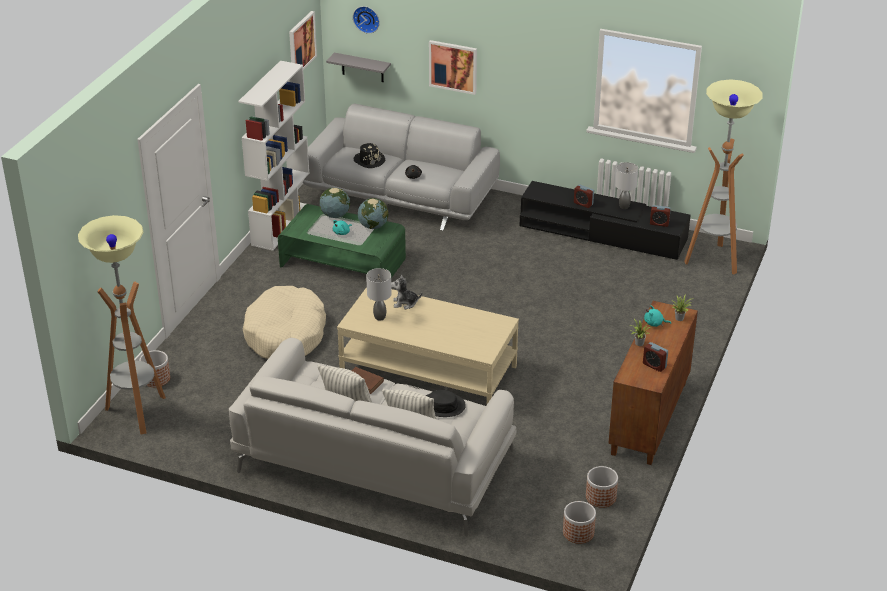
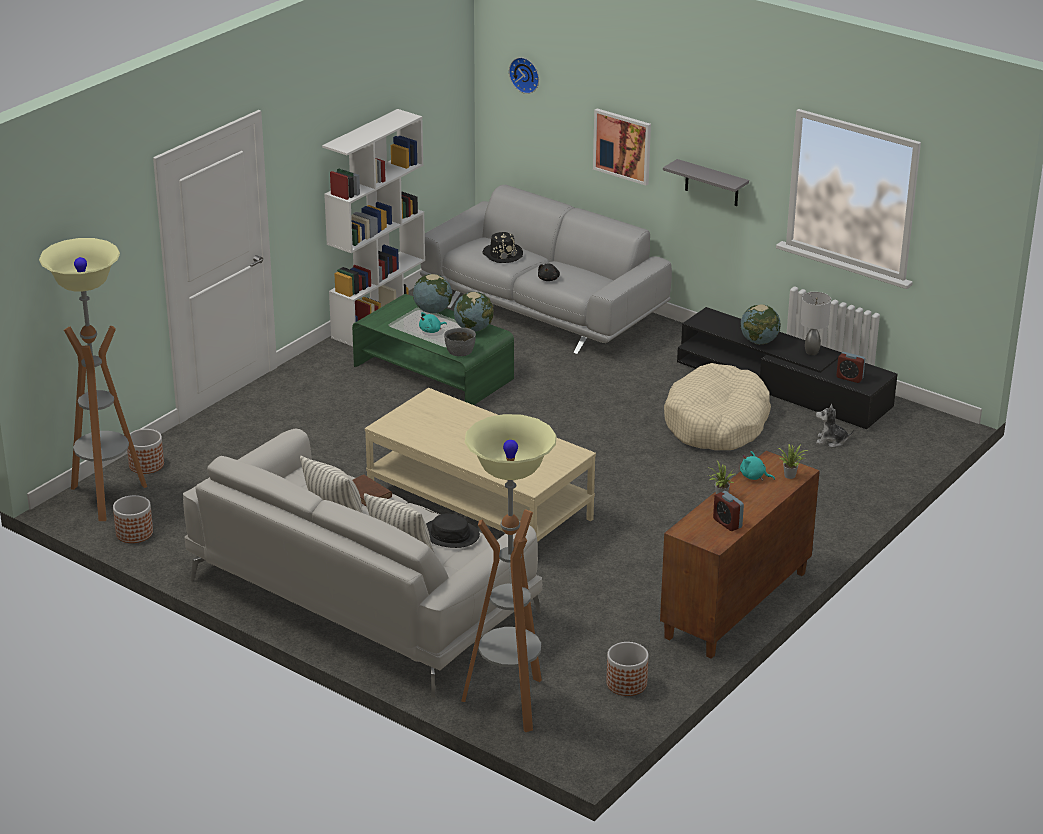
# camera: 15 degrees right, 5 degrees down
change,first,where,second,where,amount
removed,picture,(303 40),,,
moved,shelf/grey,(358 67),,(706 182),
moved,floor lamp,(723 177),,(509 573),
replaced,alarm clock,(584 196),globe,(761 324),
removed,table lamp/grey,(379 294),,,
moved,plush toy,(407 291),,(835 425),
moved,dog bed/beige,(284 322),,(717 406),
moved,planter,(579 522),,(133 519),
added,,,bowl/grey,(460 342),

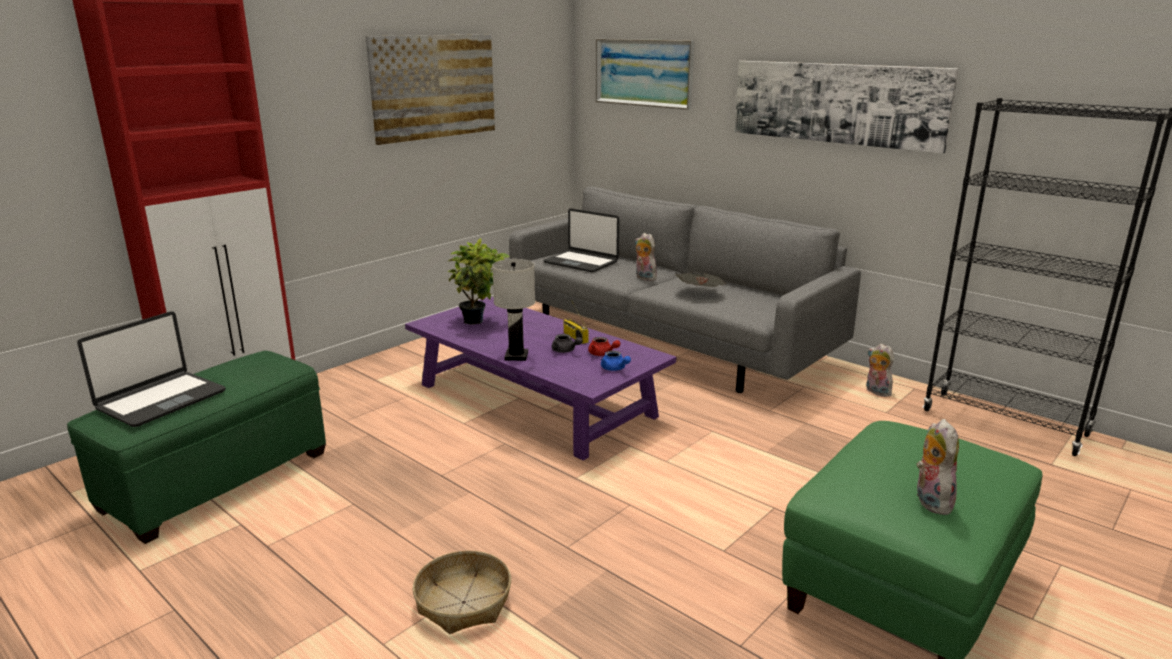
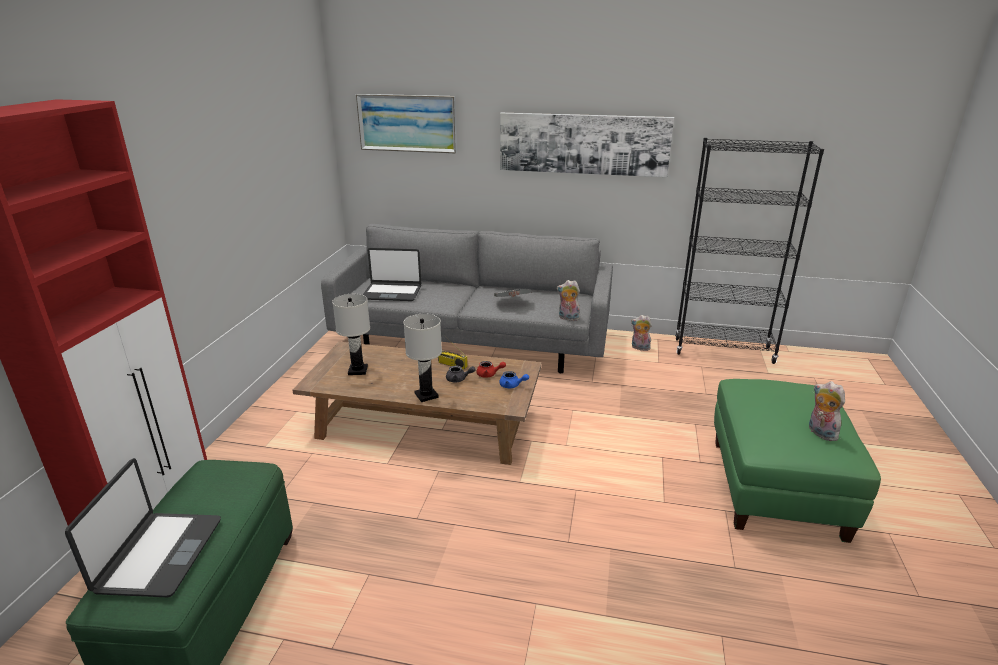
# camera: 30 degrees left, 5 degrees up
change,first,where,second,where,amount
removed,picture,(430 89),,,
moved,plush toy,(646 257),,(568 300),
replaced,potted plant,(478 281),table lamp/white,(351 334),
recoloured,coffee table/purple,(540 378),coffee table/brown,(417 403),
removed,basket,(462 592),,,

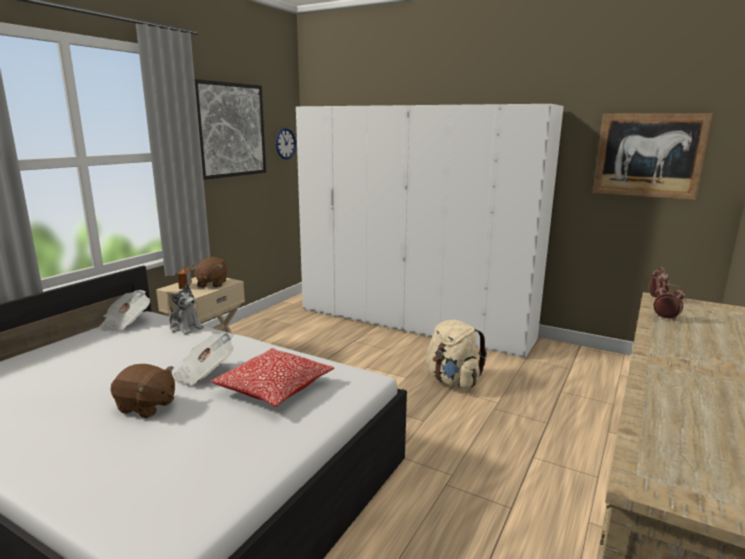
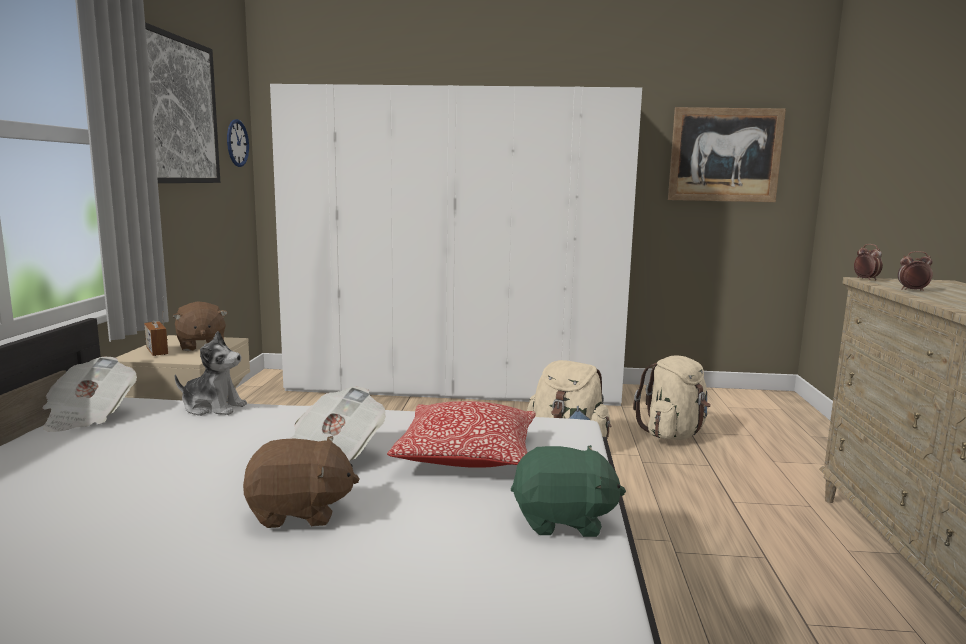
# camera: 25 degrees left, 5 degrees down
change,first,where,second,where,amount
added,,,backpack/beige,(672 397),
added,,,plush toy/green,(568 491),

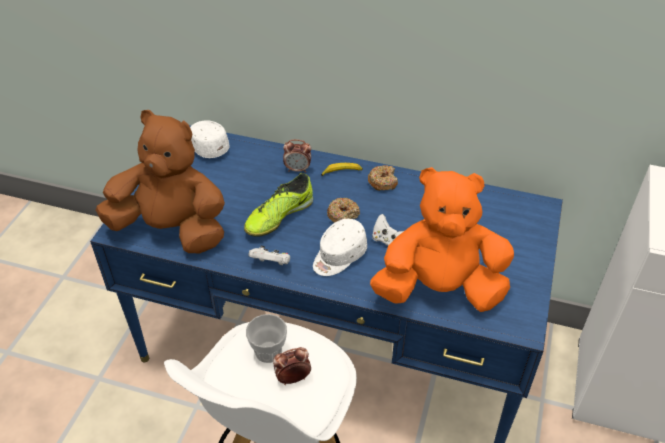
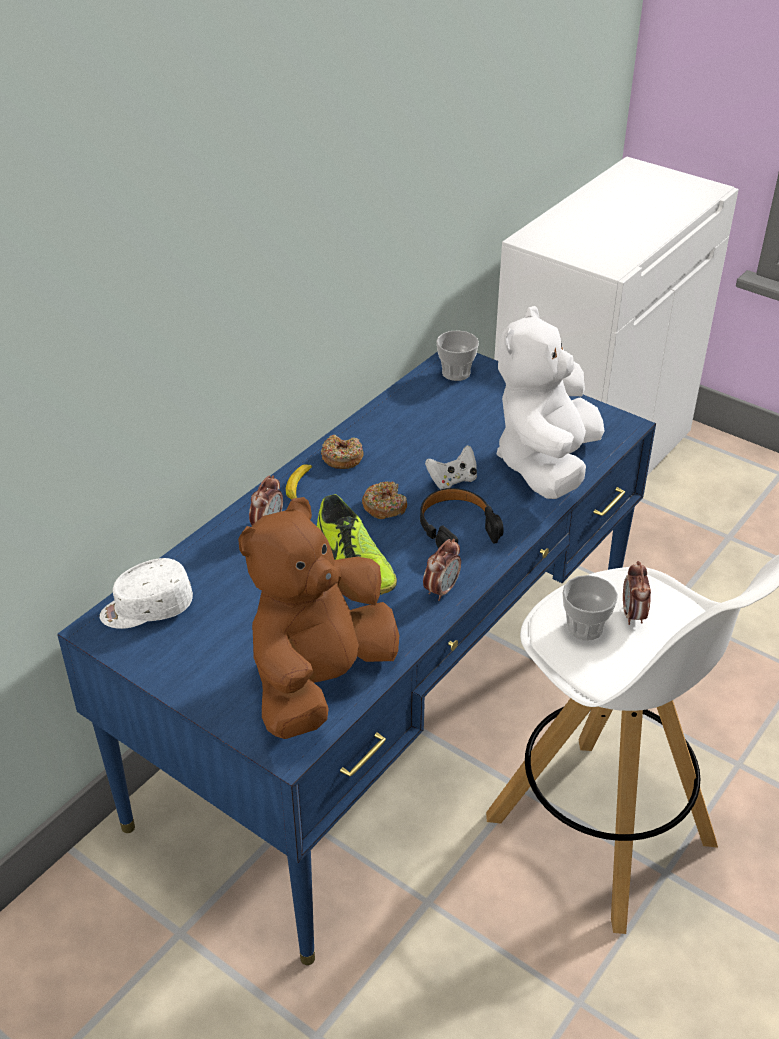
# camera: 70 degrees left, 5 degrees down
change,first,where,second,where,amount
recoloured,plush toy/orange,(442 239),plush toy/white,(550 402),
replaced,cap/white,(340 247),headphones/black,(462 518),
replaced,game controller/white,(269 255),alarm clock,(442 570),
added,,,cup,(457 355),

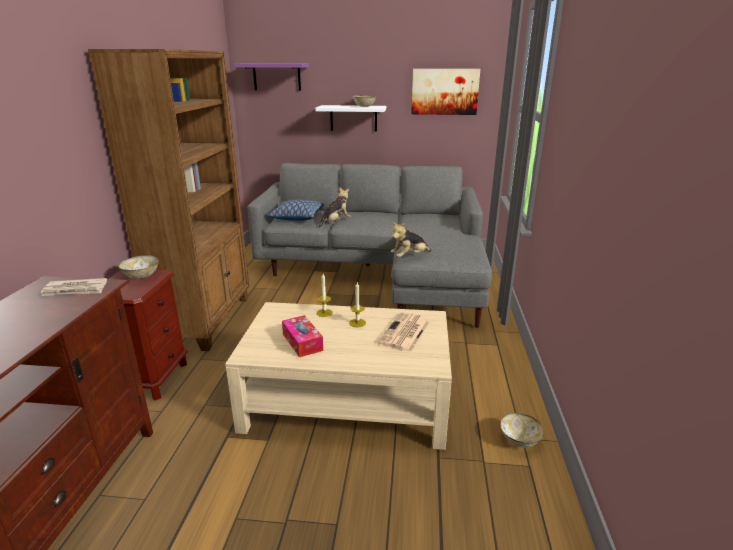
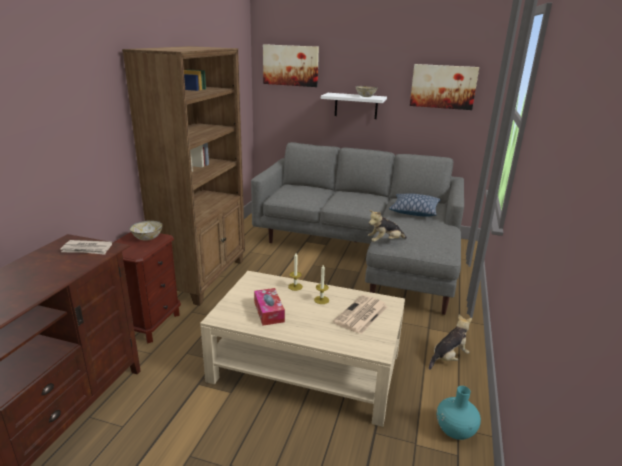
# camera: 10 degrees right, 0 degrees up
change,first,where,second,where,amount
replaced,shelf/purple,(271 77),picture,(291 65),
moved,plush toy,(335 207),,(450 342),
moved,pillow,(296 210),,(414 205),
replaced,bowl,(522 430),vase/turquoise,(459 413),

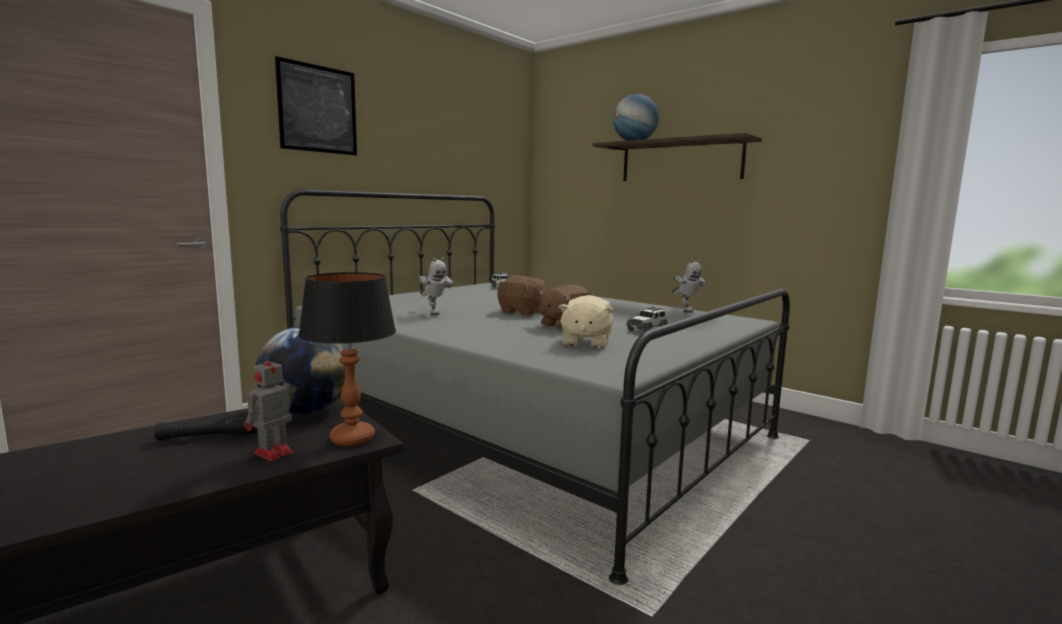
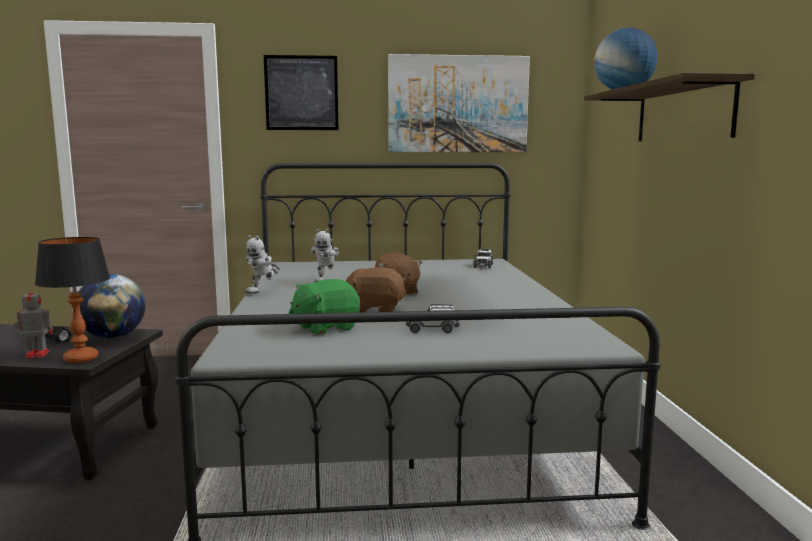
# camera: 45 degrees right, 0 degrees up
change,first,where,second,where,amount
moved,toy robot,(689 286),,(262 264),
recoloured,plush toy/beige,(586 322),plush toy/green,(324 307),
added,,,picture,(459 103),

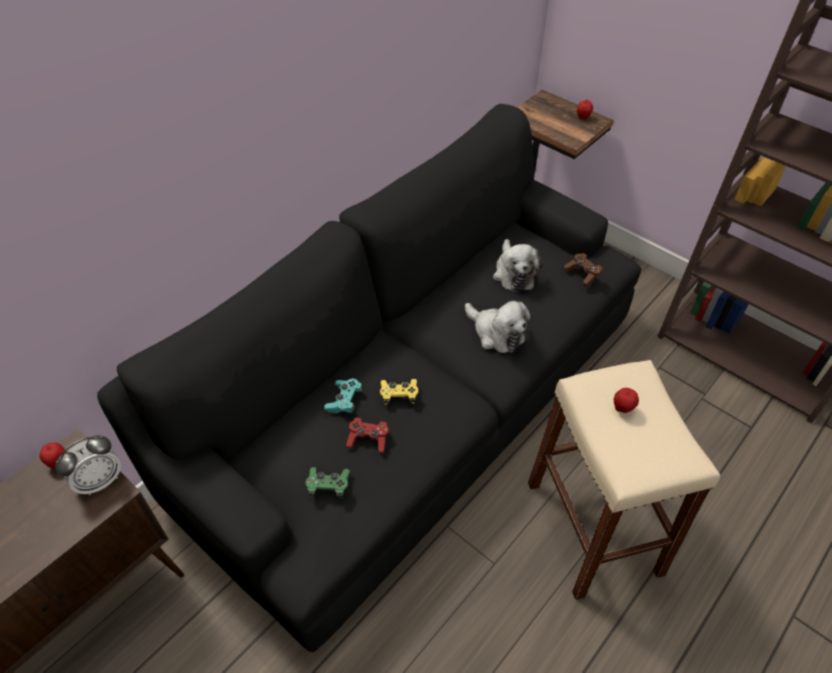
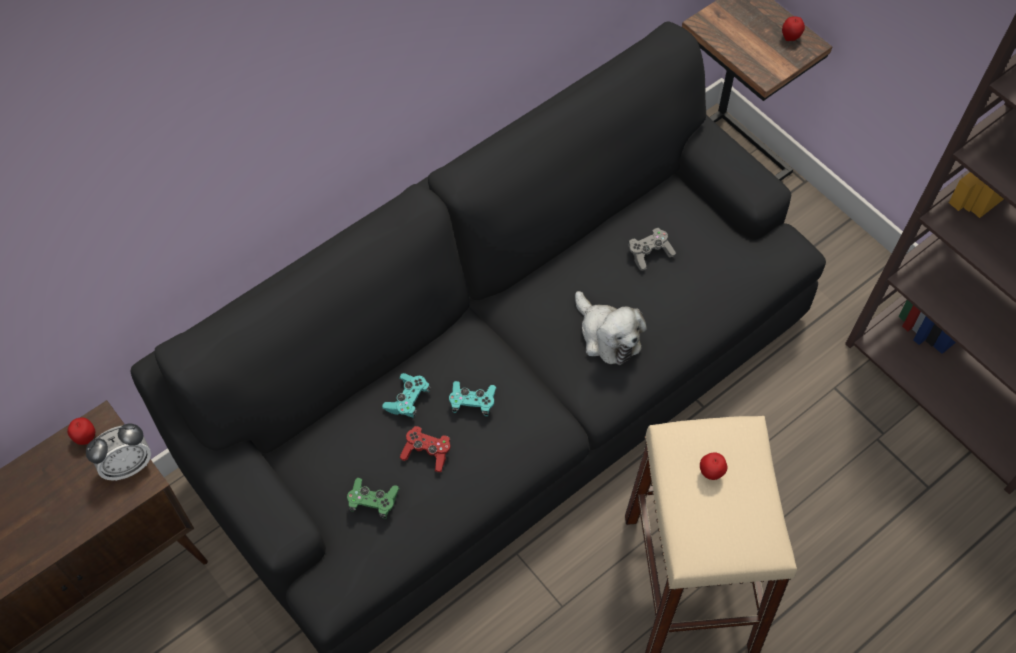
# camera: 10 degrees right, 10 degrees up
change,first,where,second,where,amount
replaced,plush toy,(518 265),game controller/grey,(652 249),
removed,game controller/brown,(583 270),,,
recoloured,game controller/yellow,(399 392),game controller/turquoise,(472 398),

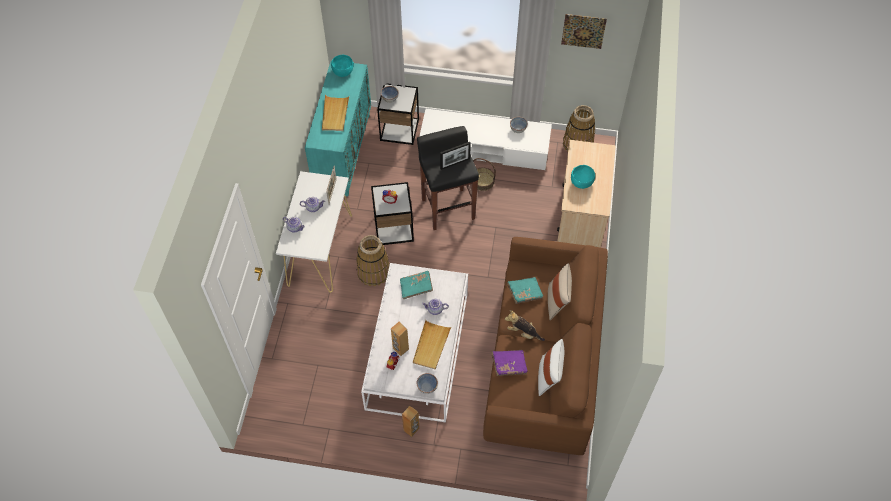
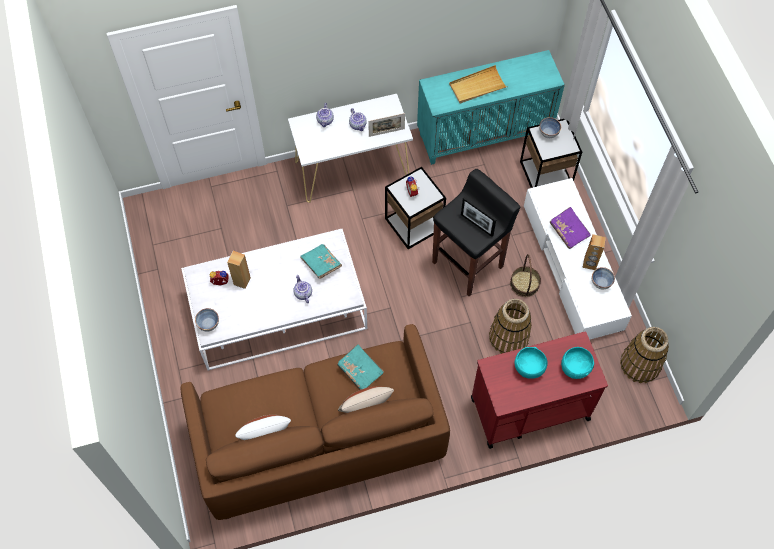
# camera: 65 degrees right, 5 degrees up
change,first,where,second,where,amount
removed,picture,(584 31),,,
moved,bowl/turquoise,(342 66),,(577 363),
recoloured,cart/beige,(586 194),cart/red,(539 390),
moved,basket,(373 261),,(510 326),
removed,plush toy,(525 325),,,
removed,tray/beige,(432 345),,,
moved,book/purple,(509 363),,(570 228),
moved,speaker/brown,(410 421),,(594 252),

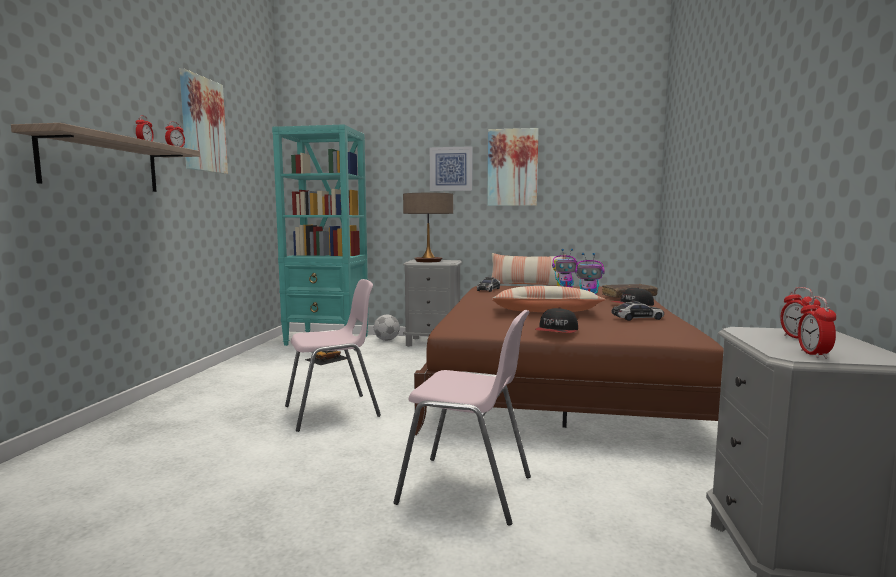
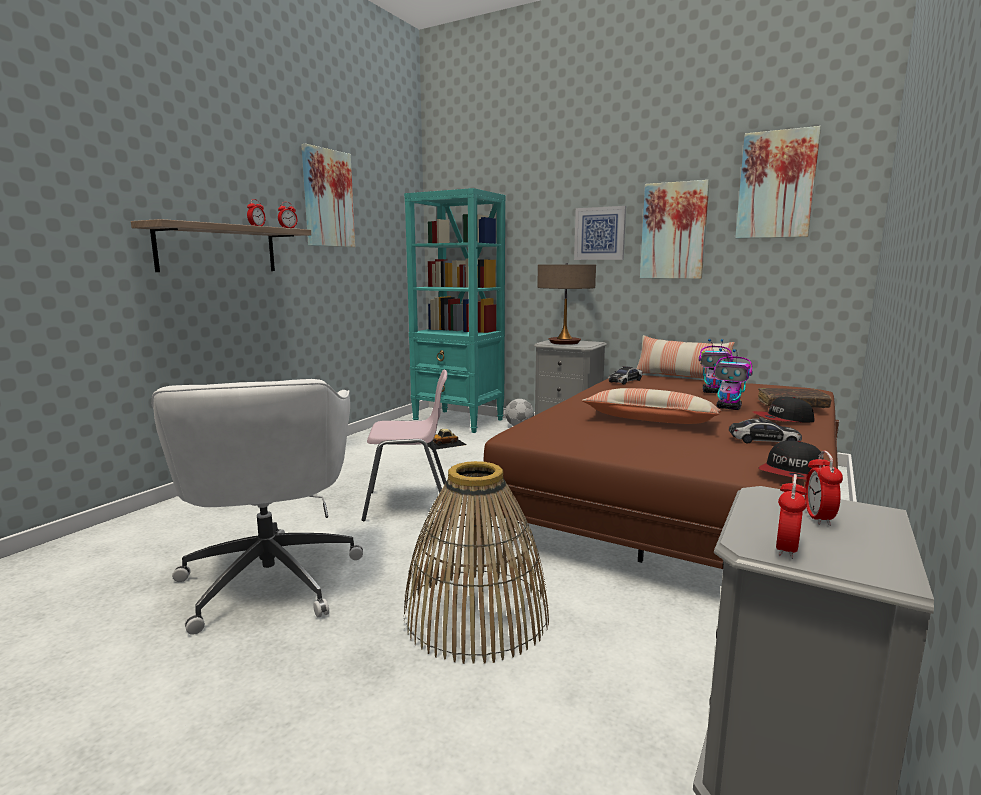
# camera: 20 degrees right, 5 degrees up
change,first,where,second,where,amount
moved,cap,(556 320),,(791 460),
replaced,chair/pink,(462 418),basket,(476 562),
added,,,picture,(778 182),
added,,,office chair/white,(257 507),

